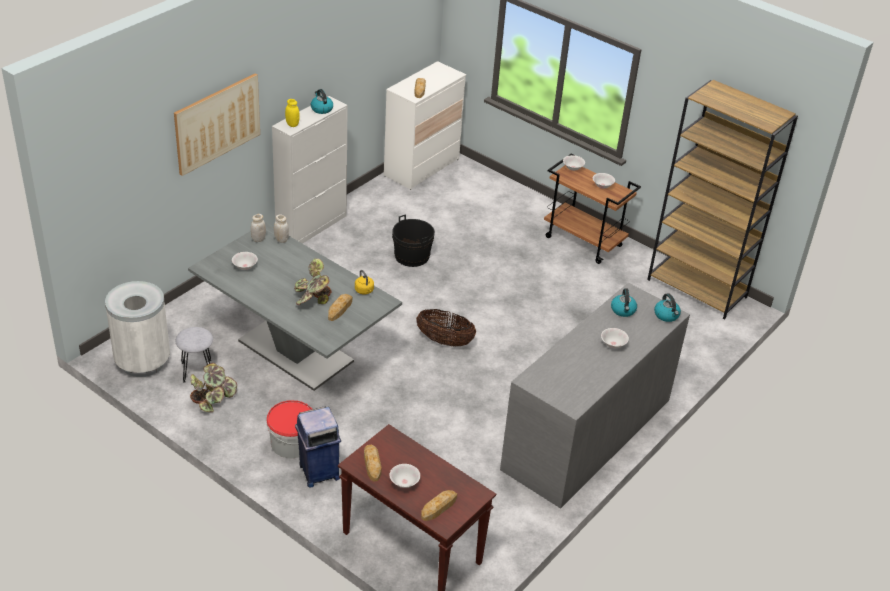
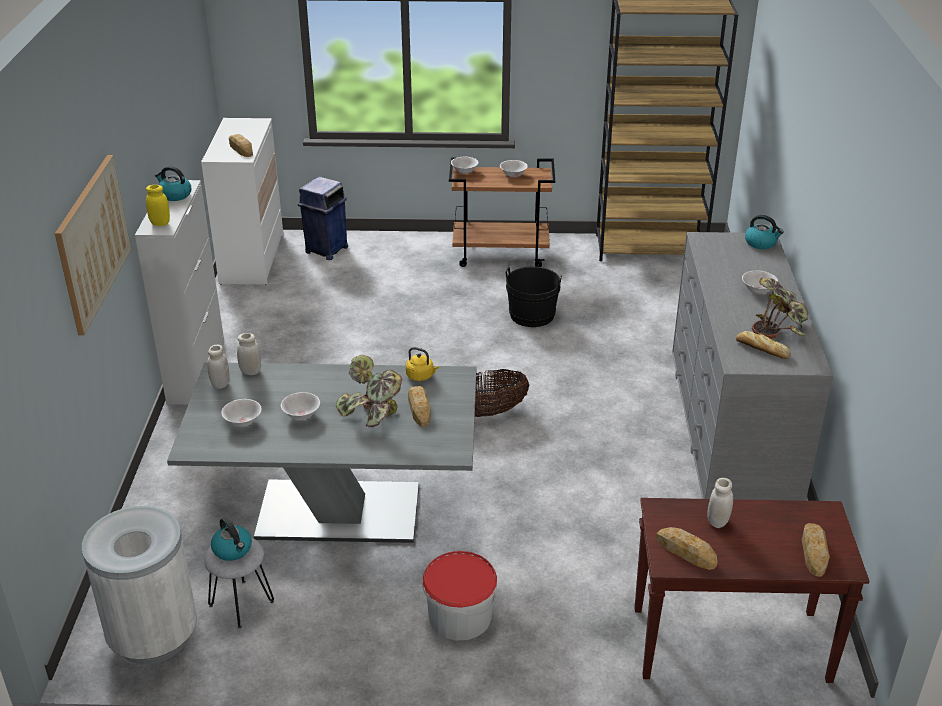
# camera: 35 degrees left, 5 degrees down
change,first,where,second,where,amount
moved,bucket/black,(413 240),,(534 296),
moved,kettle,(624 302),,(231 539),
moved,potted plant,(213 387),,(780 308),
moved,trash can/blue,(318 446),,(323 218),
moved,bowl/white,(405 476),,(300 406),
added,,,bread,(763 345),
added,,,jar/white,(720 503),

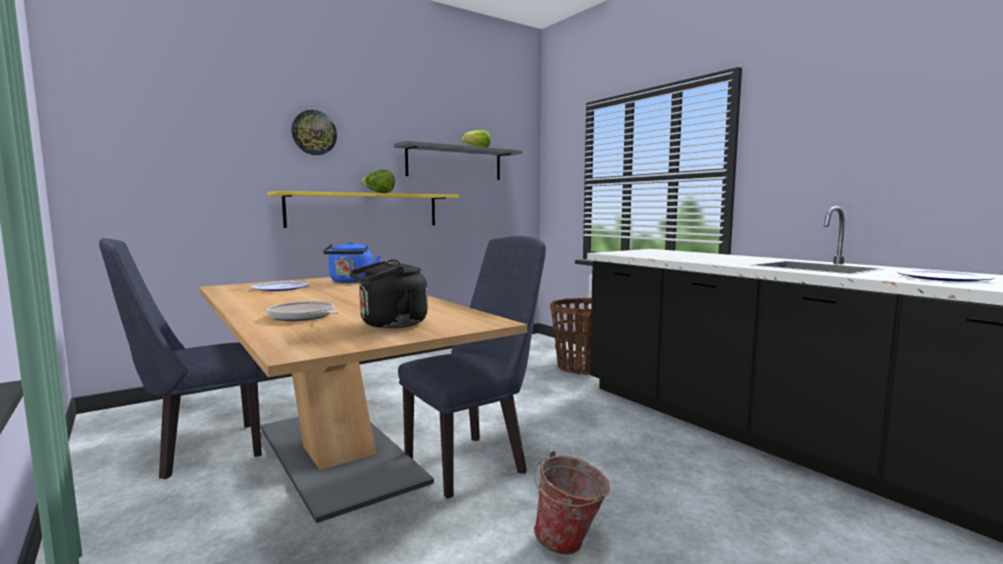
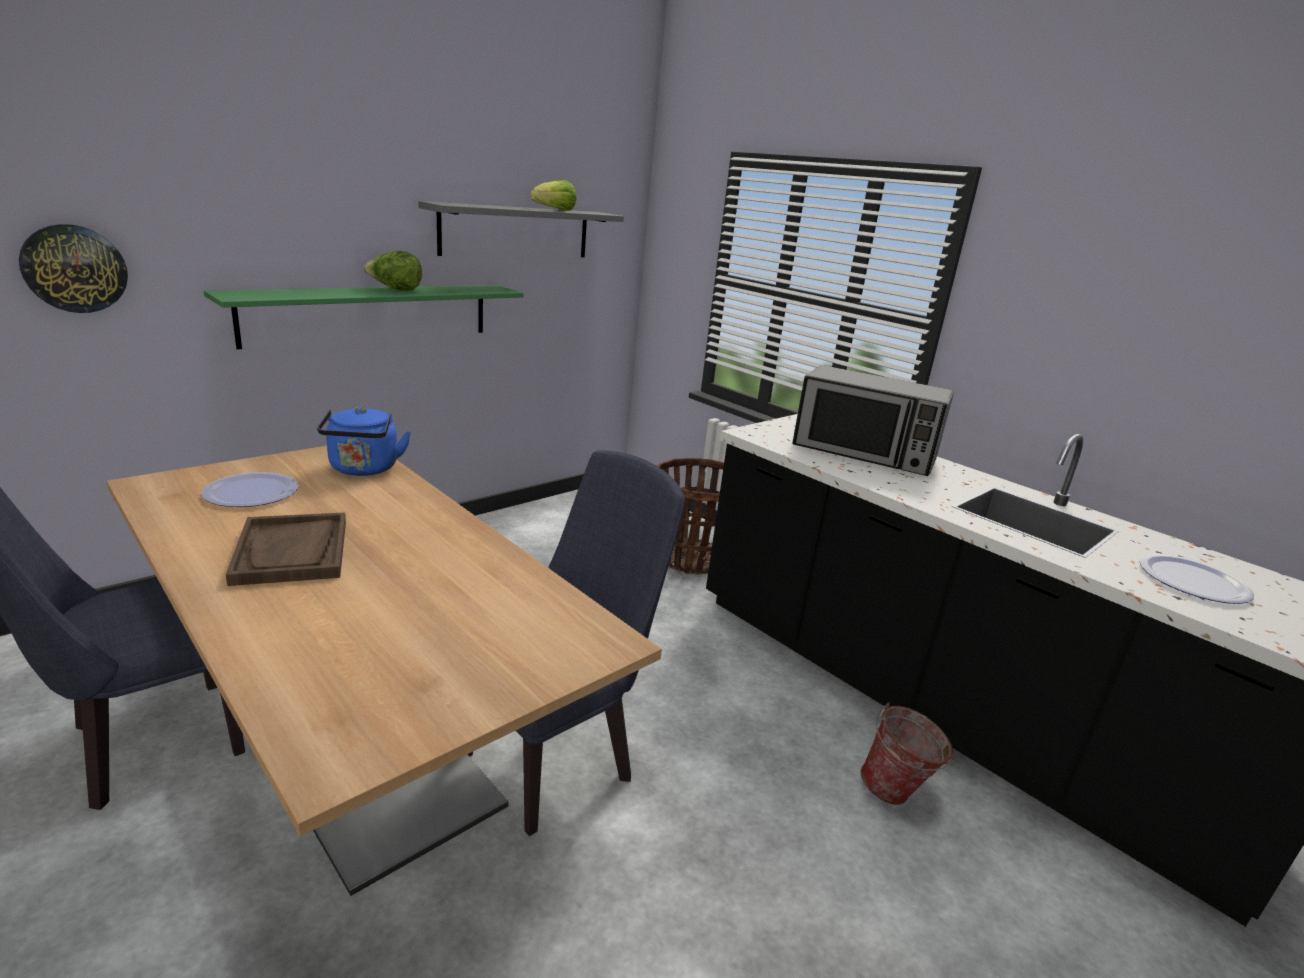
# camera: 10 degrees left, 15 degrees up
change,first,where,second,where,amount
moved,wall clock,(314 132),,(73 268),
recoloured,shelf/yellow,(363 209),shelf/green,(364 317),
removed,kettle/black,(388 293),,,
removed,frying pan,(302 311),,,
moved,bucket,(572 502),,(907 754),
added,,,microwave,(873 420),
added,,,tray/brown,(286 549),

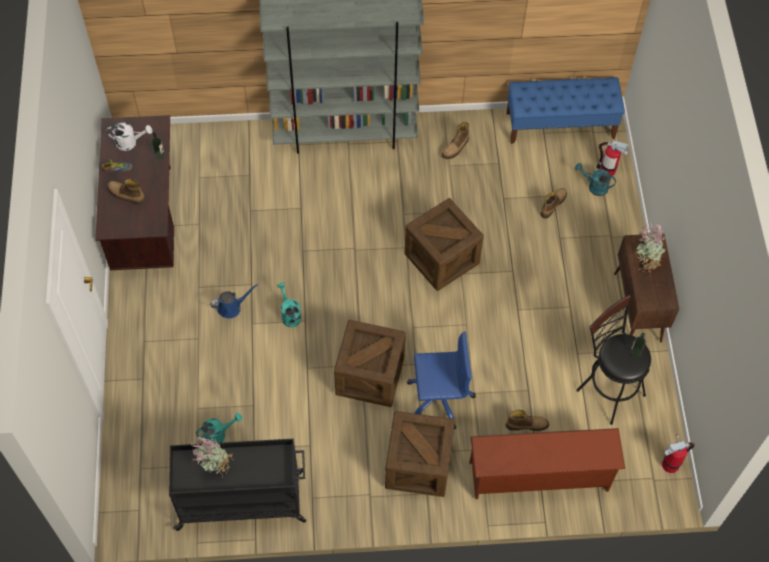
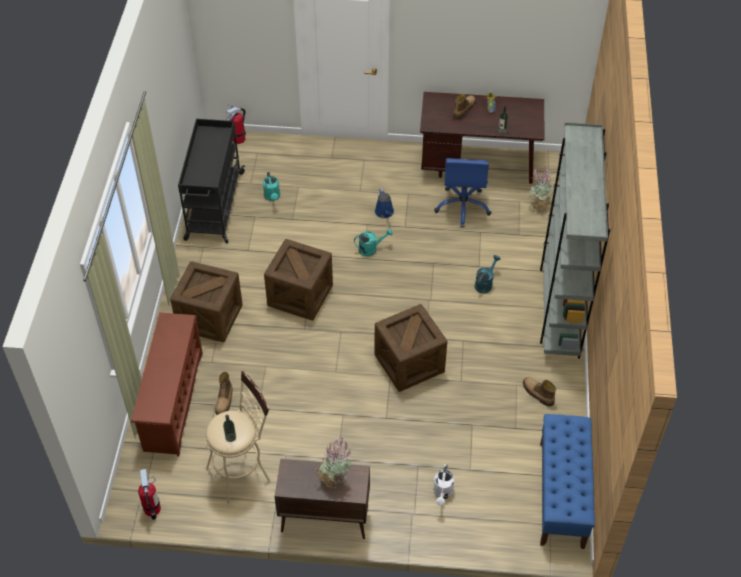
# camera: 100 degrees right, 10 degrees down
change,first,where,second,where,amount
moved,watering can/white,(129 137),,(444 485),
moved,fire extinguisher,(612 158),,(236 124),
moved,watering can/turquoise,(595 179),,(487 274),
removed,boot,(553 203),,,
recoloured,stool/black,(613 360),stool/beige,(238 437),
moved,office chair/blue,(441 380),,(463 193),
moved,potted plant,(212 456),,(540 189),

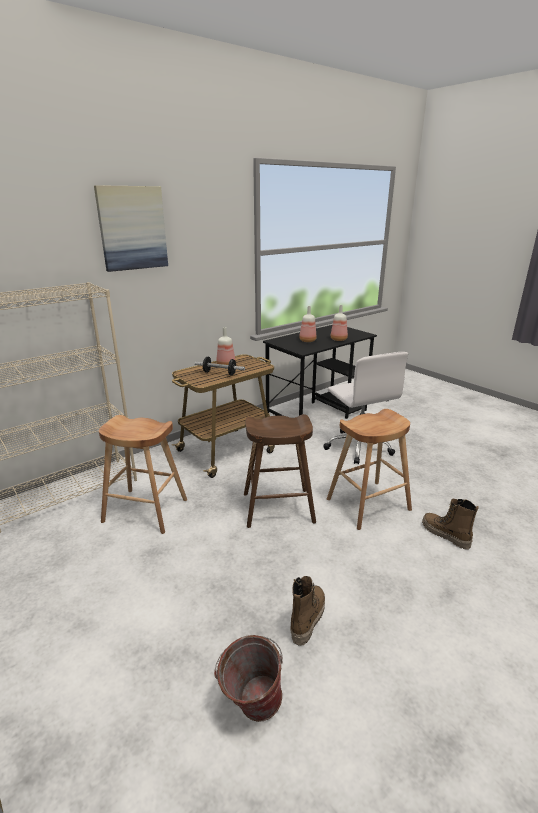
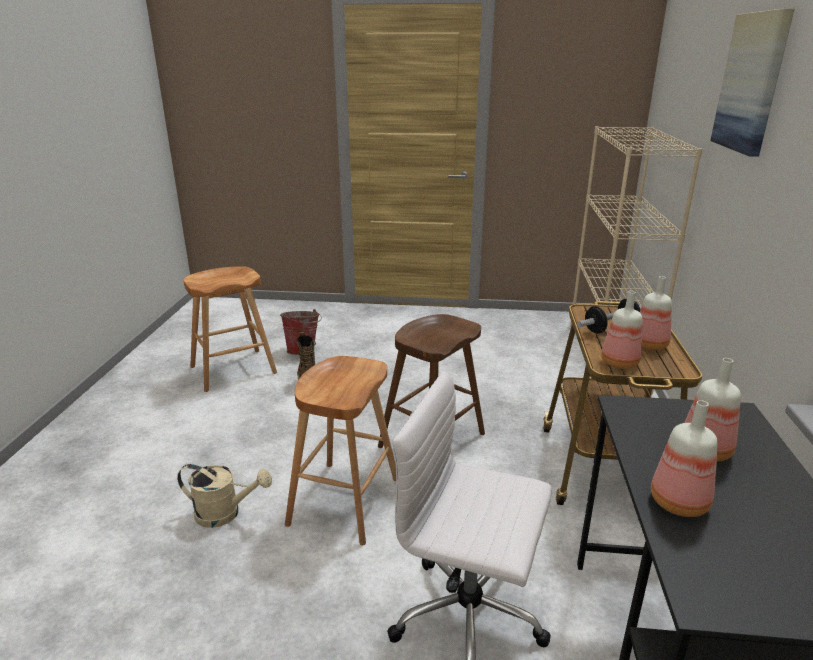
# camera: 135 degrees right, 0 degrees up
change,first,where,second,where,amount
moved,stool/brown,(143 474),,(230 329),
replaced,boot,(450 524),watering can/beige,(224 496),
added,,,bottle,(622 330),

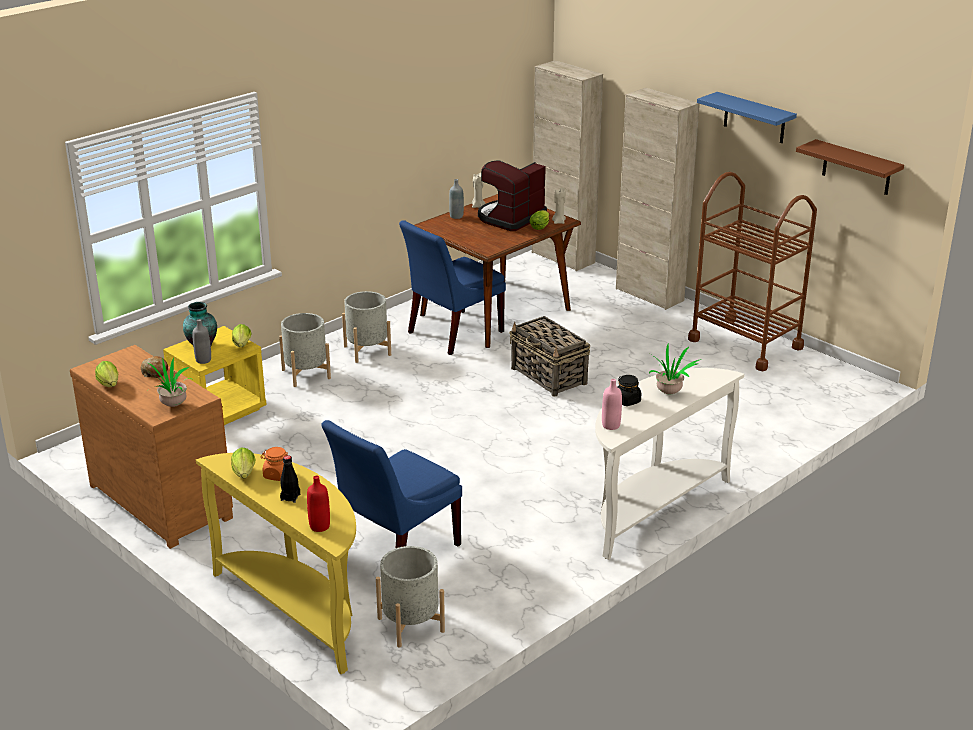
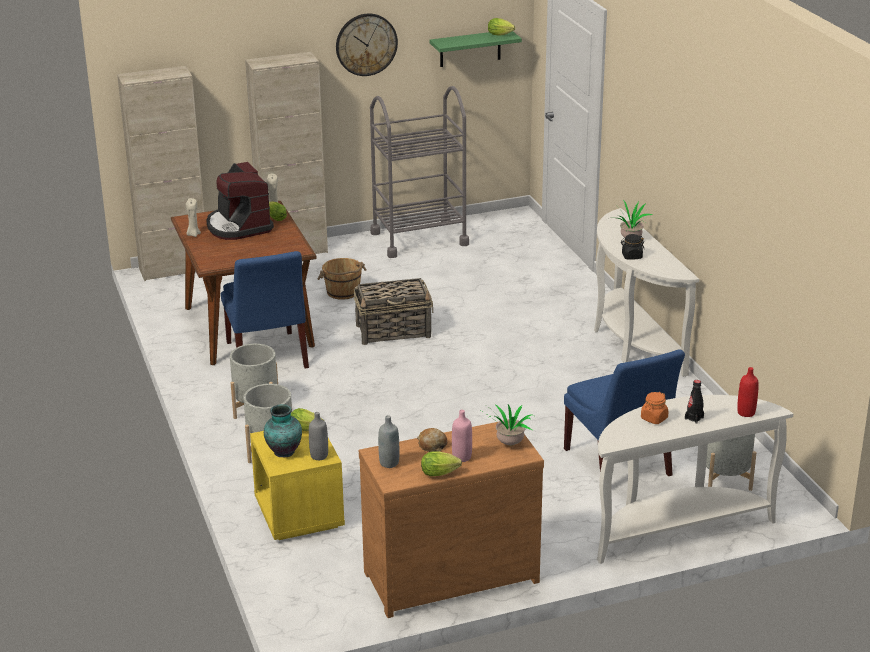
# camera: 65 degrees left, 0 degrees up
change,first,where,second,where,amount
replaced,shelf/blue,(747 117),wall clock,(367 44),
recoloured,shelf/brown,(850 167),shelf/green,(476 49),
recoloured,cart/brown,(752 272),cart/grey,(419 172),
moved,bottle/grey,(456 199),,(388 441),
moved,bottle/pink,(612 404),,(462 436),
moved,lettuce,(243 463),,(501 27),
recoloured,console table/yellow,(276 563),console table/white,(695 479),
added,,,bucket/brown,(341 279),

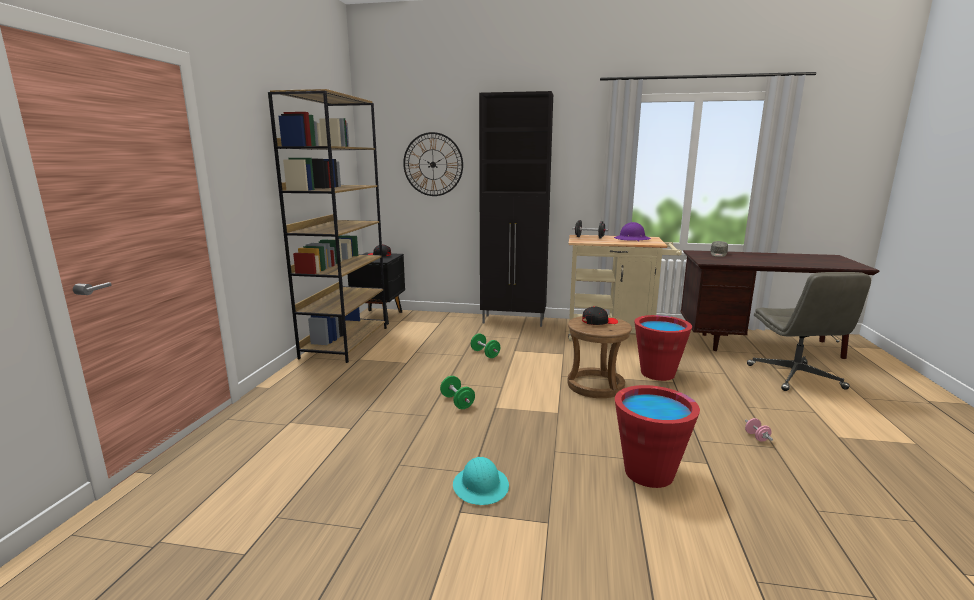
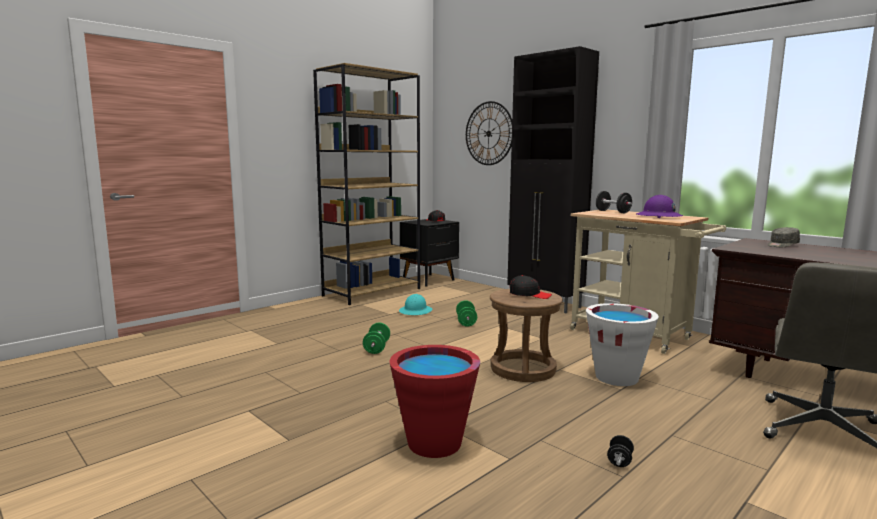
# camera: 35 degrees right, 5 degrees down
change,first,where,second,where,amount
recoloured,bucket/red,(663 348),bucket/white,(622 344),
recoloured,dumbbell/pink,(759 430),dumbbell/black,(620 451),
moved,hard hat/turquoise,(481 481),,(415 304),

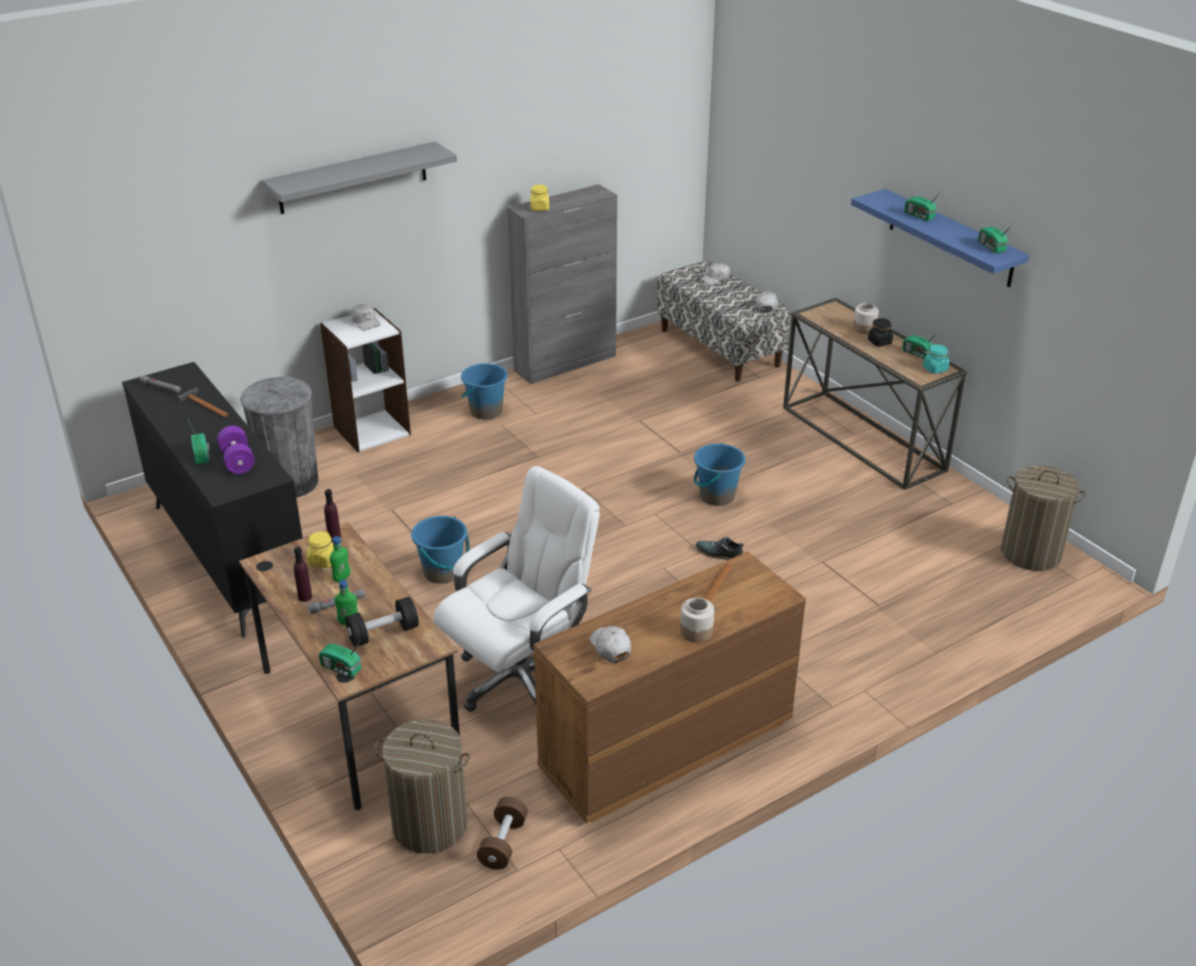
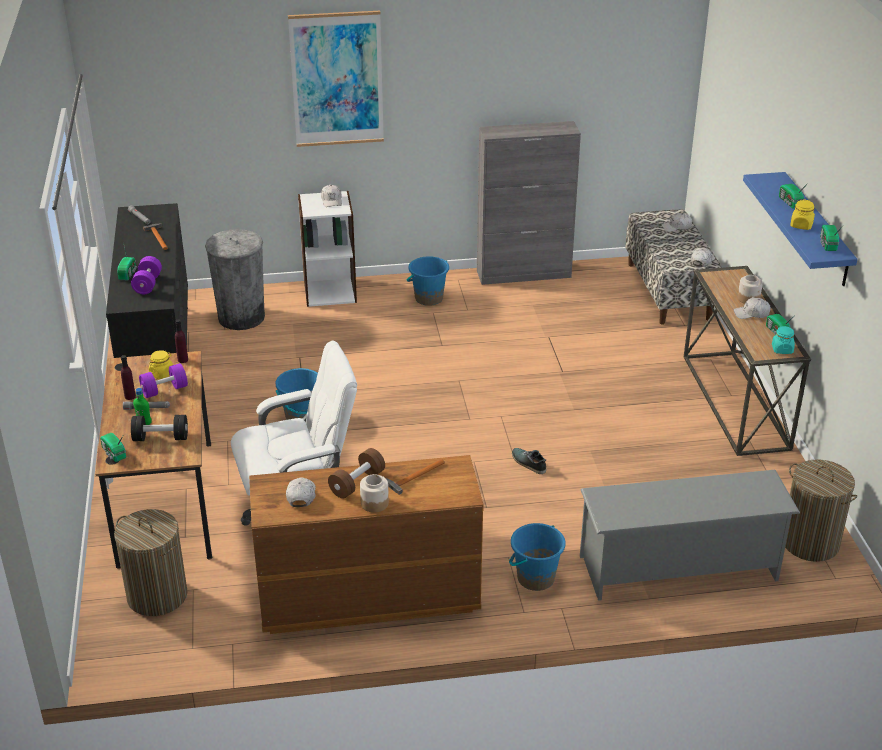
# camera: 25 degrees right, 0 degrees up
change,first,where,second,where,amount
replaced,shelf/grey,(359 178),picture,(336 79),
moved,jar/yellow,(539 197),,(802 215),
replaced,jar/black,(880 332),cap/white,(752 308),
moved,bucket/blue,(720 474),,(537 557),
replaced,bottle/green,(340 559),dumbbell/purple,(163 380),
moved,dumbbell/brown,(502 833),,(356 473),
added,,,shoe rack/grey,(690 535),

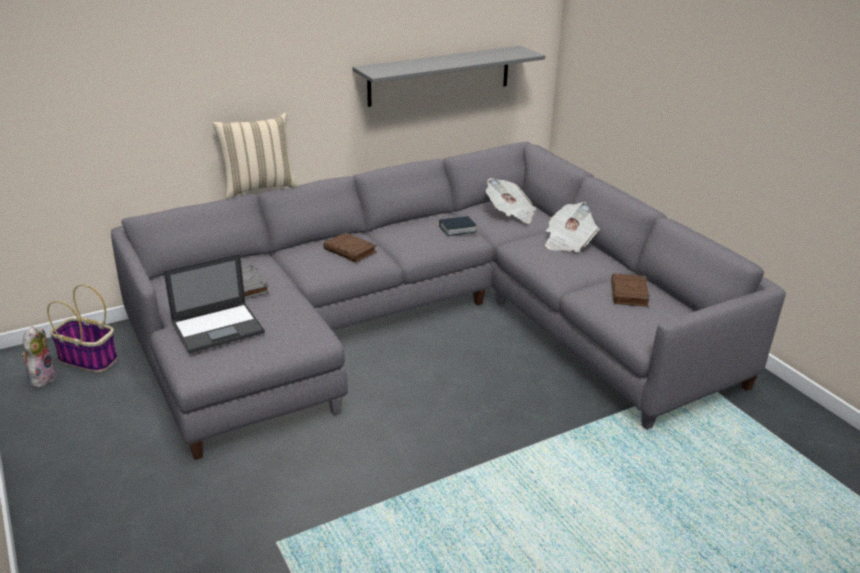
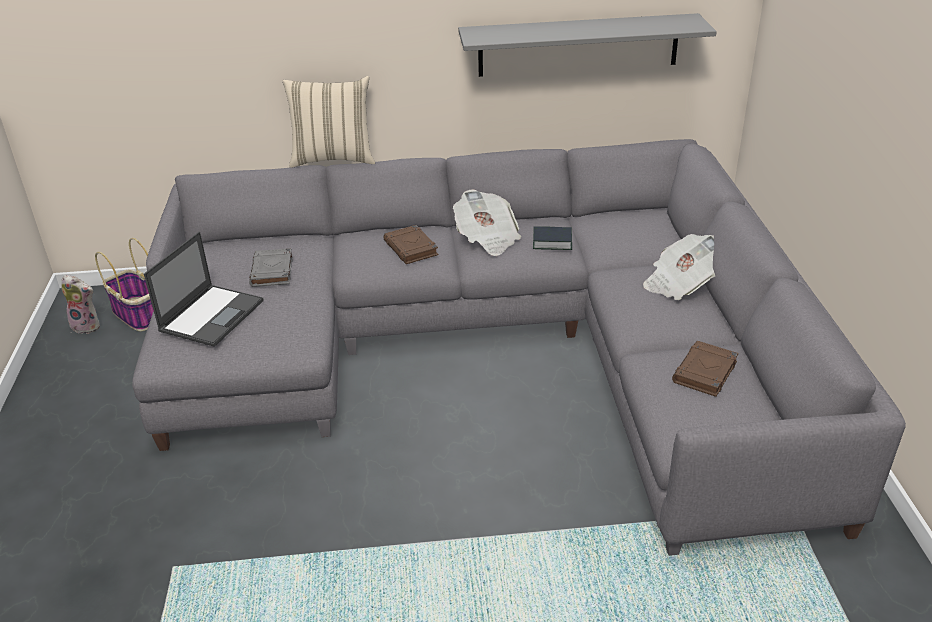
# camera: 25 degrees right, 5 degrees up
change,first,where,second,where,amount
moved,newspaper,(510 201),,(487 222),
turned,laptop,(214 303),,(203 289),60 degrees counterclockwise
turned,plush toy,(39 357),,(80 304),75 degrees clockwise

